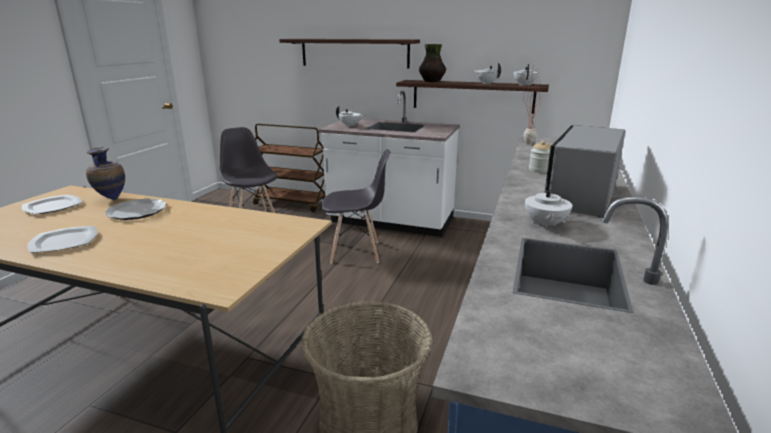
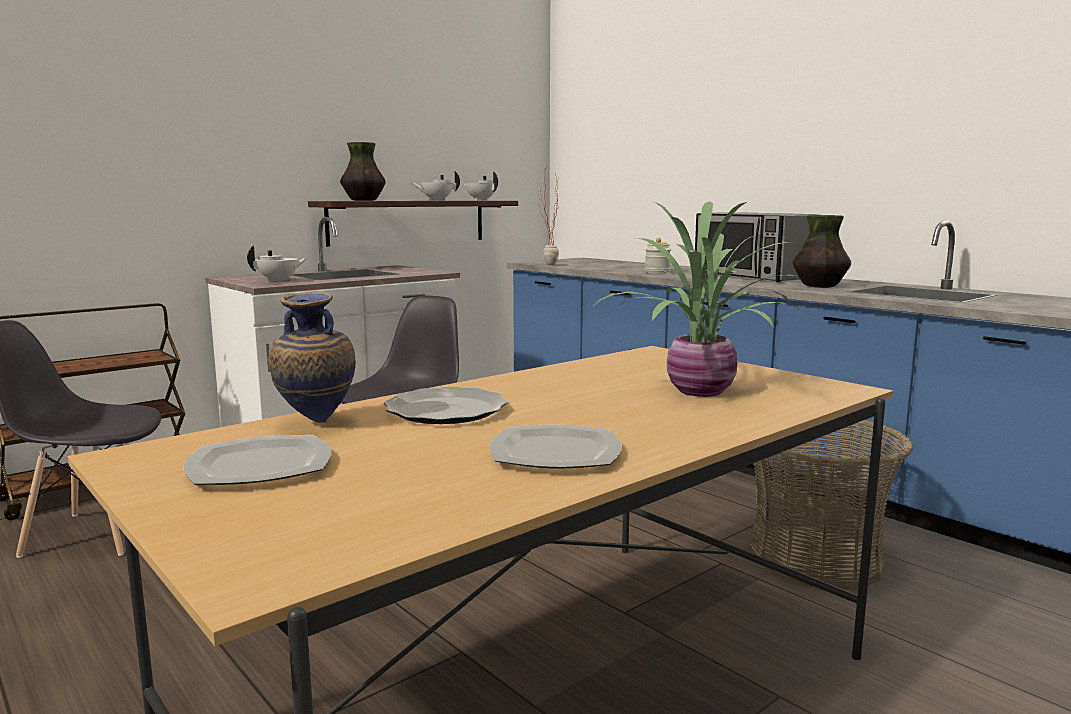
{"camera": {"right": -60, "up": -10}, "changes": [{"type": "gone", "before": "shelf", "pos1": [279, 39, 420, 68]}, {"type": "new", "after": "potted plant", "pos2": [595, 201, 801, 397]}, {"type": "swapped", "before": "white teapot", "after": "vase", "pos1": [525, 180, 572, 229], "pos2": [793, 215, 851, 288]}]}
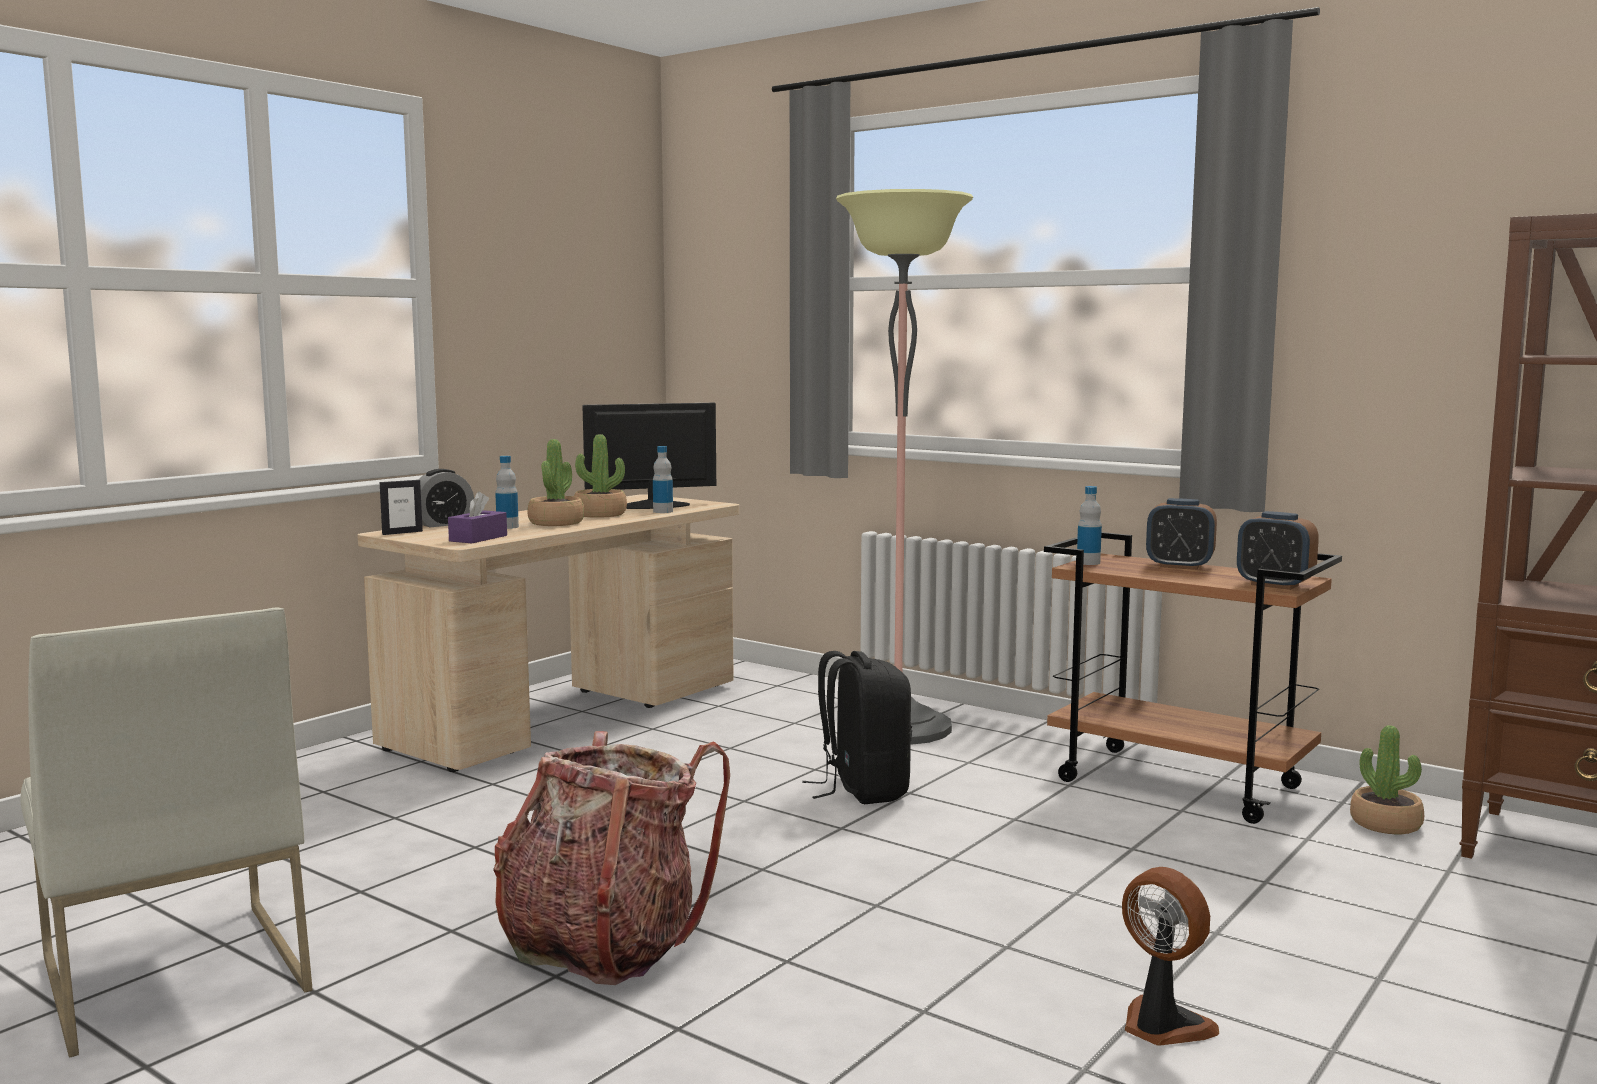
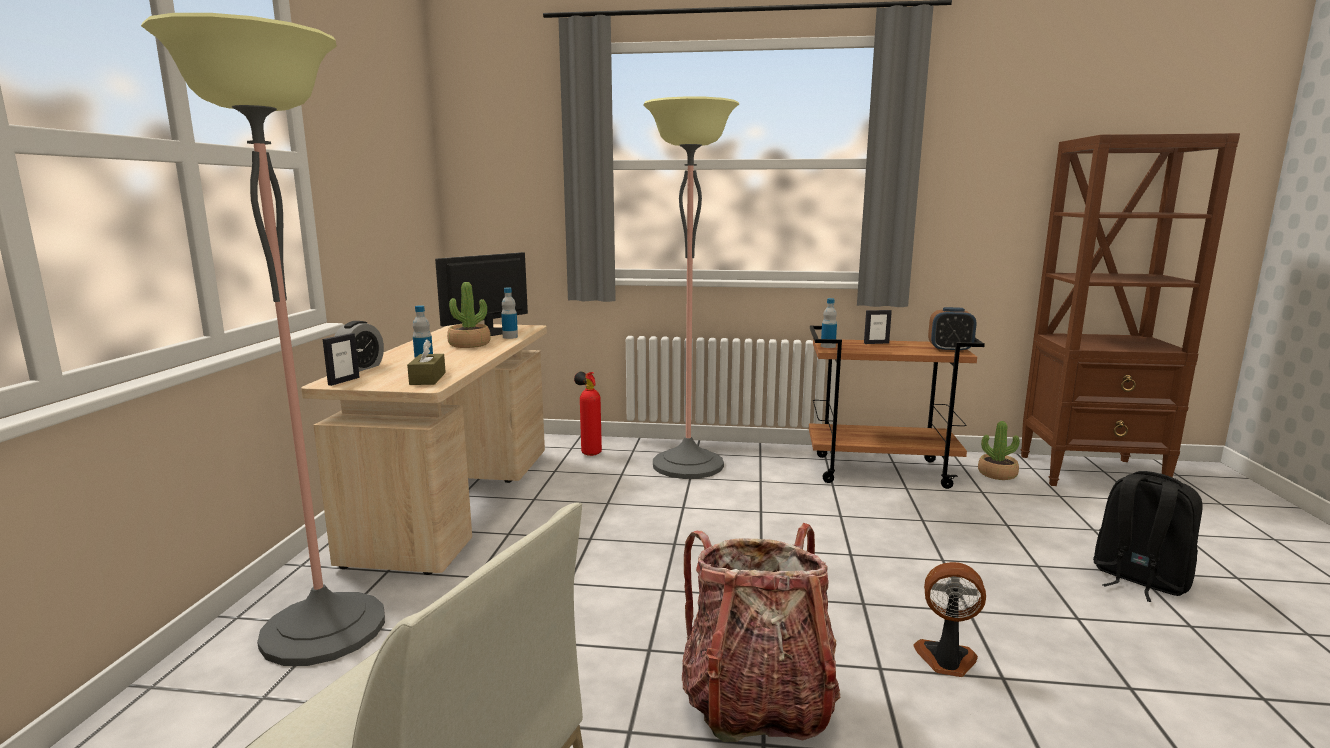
{"camera": {"right": -30, "up": 5}, "changes": [{"type": "gone", "before": "potted plant", "pos1": [527, 439, 585, 526]}, {"type": "new", "after": "floor lamp", "pos2": [141, 13, 385, 666]}, {"type": "new", "after": "fire extinguisher", "pos2": [574, 371, 602, 456]}, {"type": "shifted", "before": "black backpack", "pos1": [802, 651, 912, 804], "pos2": [1093, 471, 1203, 602]}, {"type": "shifted", "before": "fan", "pos1": [1122, 867, 1219, 1045], "pos2": [913, 562, 986, 677]}, {"type": "swapped", "before": "alarm clock", "after": "picture frame", "pos1": [1146, 498, 1217, 570], "pos2": [864, 310, 892, 344]}, {"type": "repainted", "before": "purple tissue box", "after": "brown tissue box", "pos1": [448, 491, 507, 543], "pos2": [407, 339, 446, 385]}]}
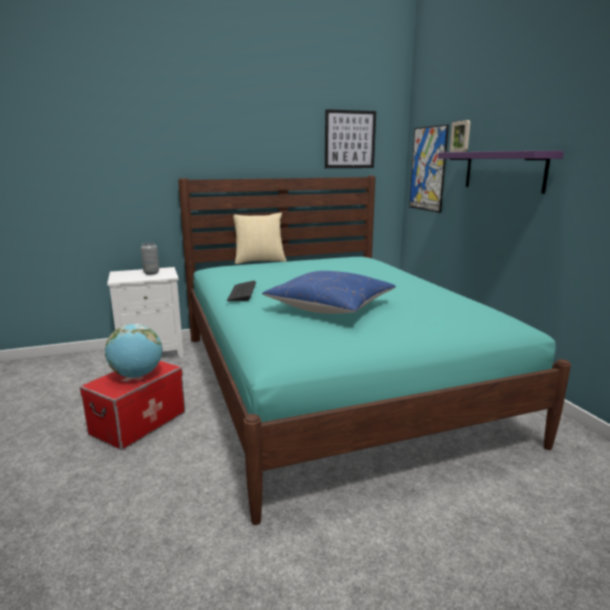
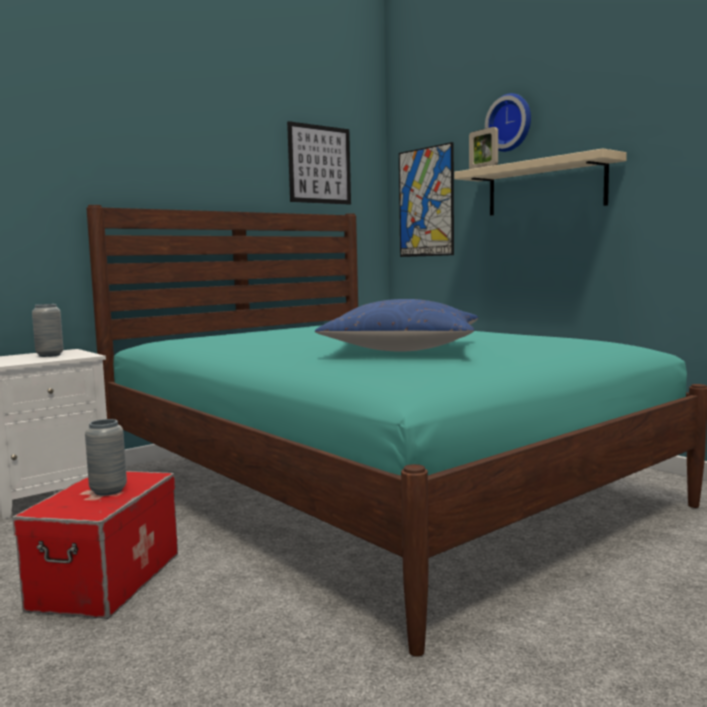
{"camera": {"right": -20, "up": -10}, "changes": [{"type": "gone", "before": "keyboard", "pos1": [227, 281, 256, 301]}, {"type": "gone", "before": "pillow", "pos1": [233, 212, 287, 264]}, {"type": "new", "after": "wall clock", "pos2": [485, 93, 531, 152]}, {"type": "swapped", "before": "globe", "after": "grey vase", "pos1": [105, 324, 163, 378], "pos2": [85, 419, 127, 495]}, {"type": "repainted", "before": "purple shelf", "after": "beige shelf", "pos1": [438, 151, 564, 194], "pos2": [454, 148, 627, 216]}]}
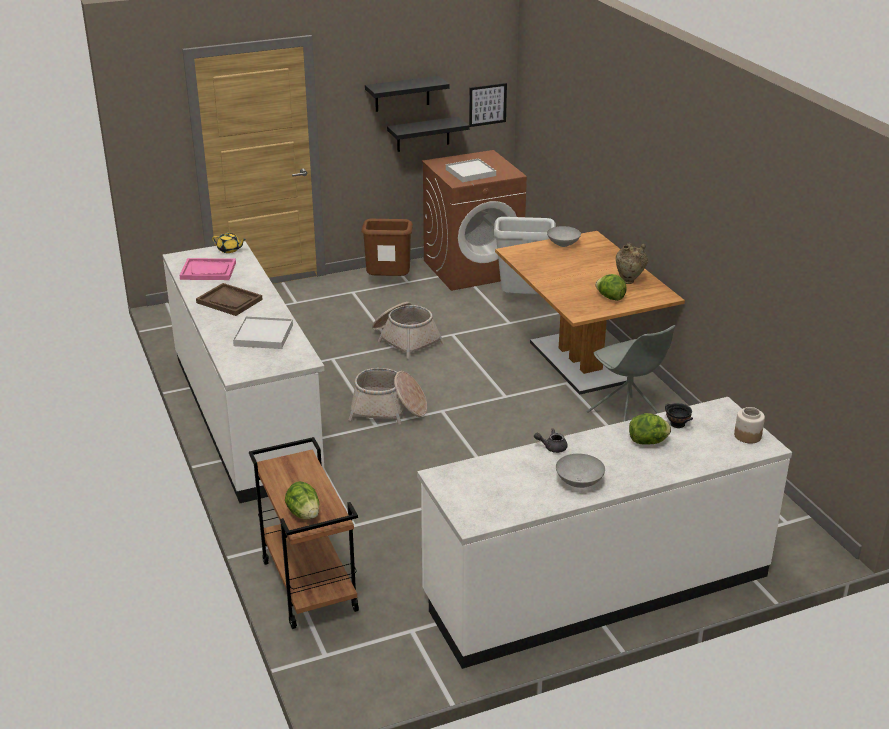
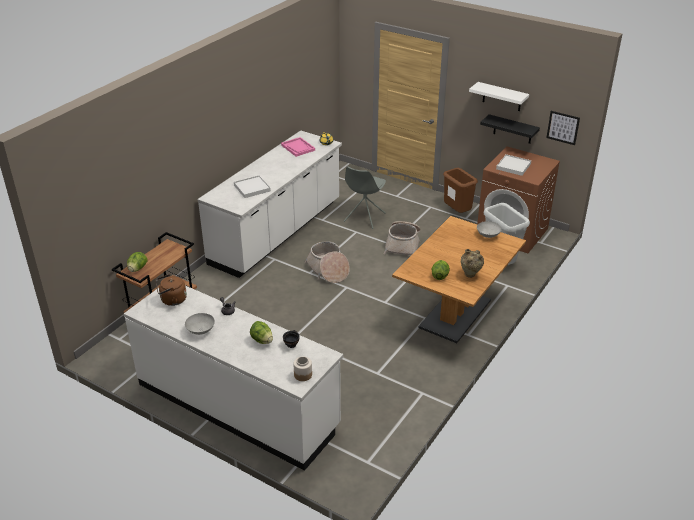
{"camera": {"right": 55, "up": 5}, "changes": [{"type": "gone", "before": "brown tray", "pos1": [196, 283, 263, 316]}, {"type": "new", "after": "brown kettle", "pos2": [155, 274, 187, 306]}, {"type": "shifted", "before": "grey chair", "pos1": [587, 325, 675, 422], "pos2": [344, 166, 386, 229]}, {"type": "repainted", "before": "black shelf", "after": "white shelf", "pos1": [365, 76, 450, 112], "pos2": [469, 82, 529, 111]}]}
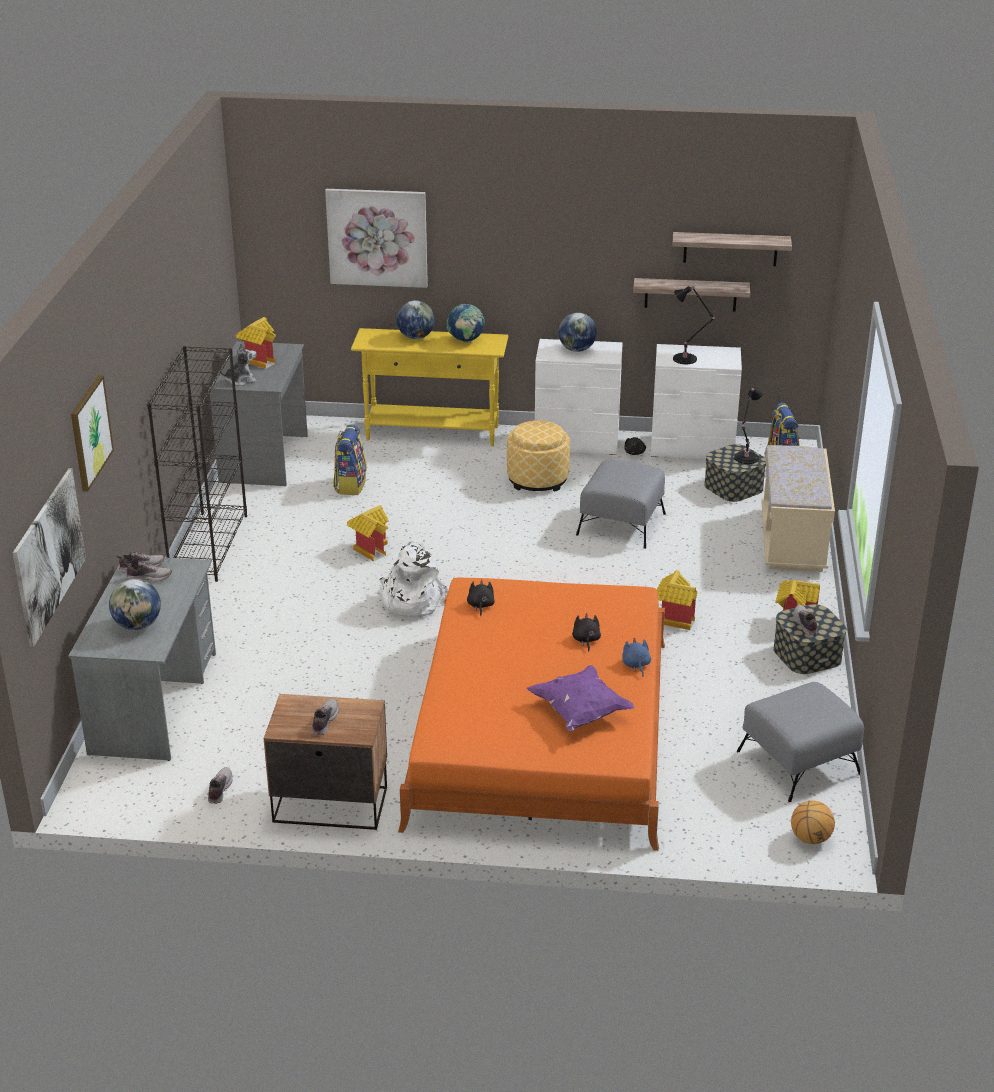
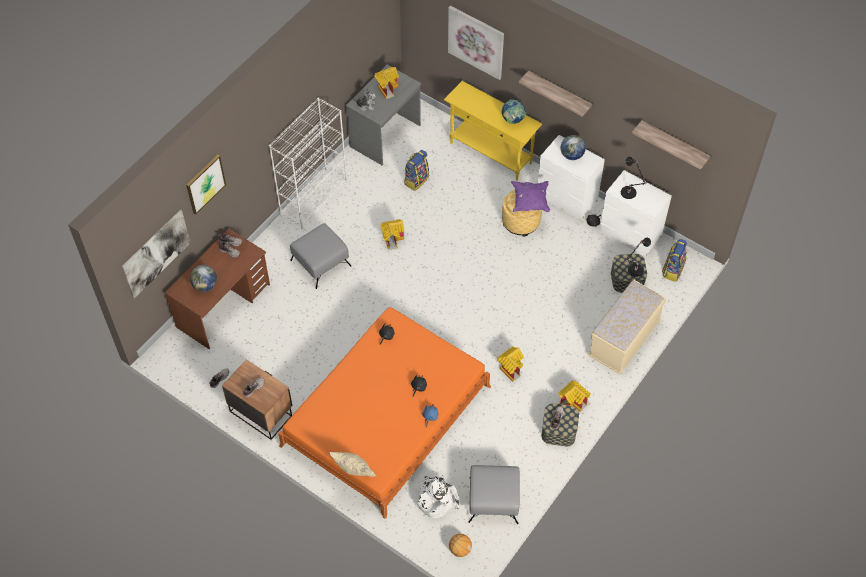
{"camera": {"right": 30, "up": 25}, "changes": [{"type": "gone", "before": "globe", "pos1": [397, 300, 435, 339]}, {"type": "new", "after": "beige pillow", "pos2": [329, 452, 376, 477]}, {"type": "shifted", "before": "white backpack", "pos1": [379, 540, 448, 617], "pos2": [415, 474, 460, 518]}, {"type": "shifted", "before": "purple pillow", "pos1": [526, 665, 634, 731], "pos2": [511, 181, 550, 212]}, {"type": "shifted", "before": "grey ottoman", "pos1": [576, 460, 666, 549], "pos2": [290, 223, 351, 289]}, {"type": "shifted", "before": "shelf", "pos1": [633, 278, 750, 312], "pos2": [519, 71, 592, 117]}, {"type": "repainted", "before": "grey desk", "after": "brown desk", "pos1": [68, 557, 216, 761], "pos2": [165, 228, 270, 349]}, {"type": "repainted", "before": "black bookcase", "after": "white bookcase", "pos1": [147, 346, 247, 582], "pos2": [269, 97, 347, 229]}]}
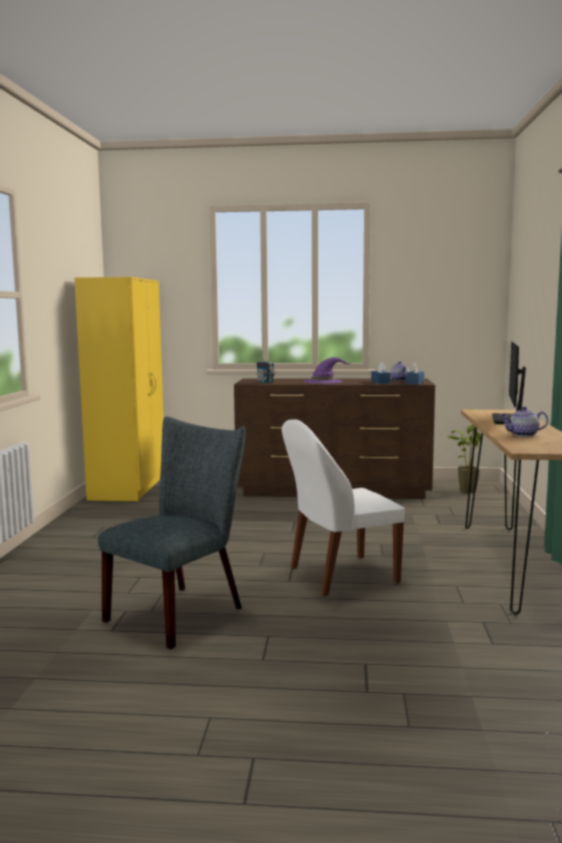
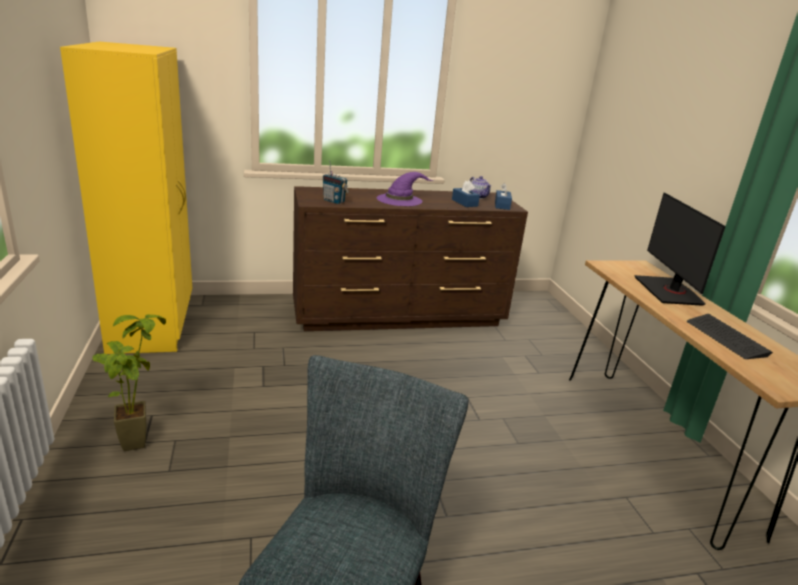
{"camera": {"right": -20, "up": 15}, "changes": [{"type": "gone", "before": "white chair", "pos1": [282, 419, 405, 596]}, {"type": "shifted", "before": "potted plant", "pos1": [447, 409, 481, 493], "pos2": [93, 314, 166, 451]}, {"type": "swapped", "before": "teapot", "after": "keyboard", "pos1": [500, 406, 548, 437], "pos2": [687, 314, 773, 359]}]}
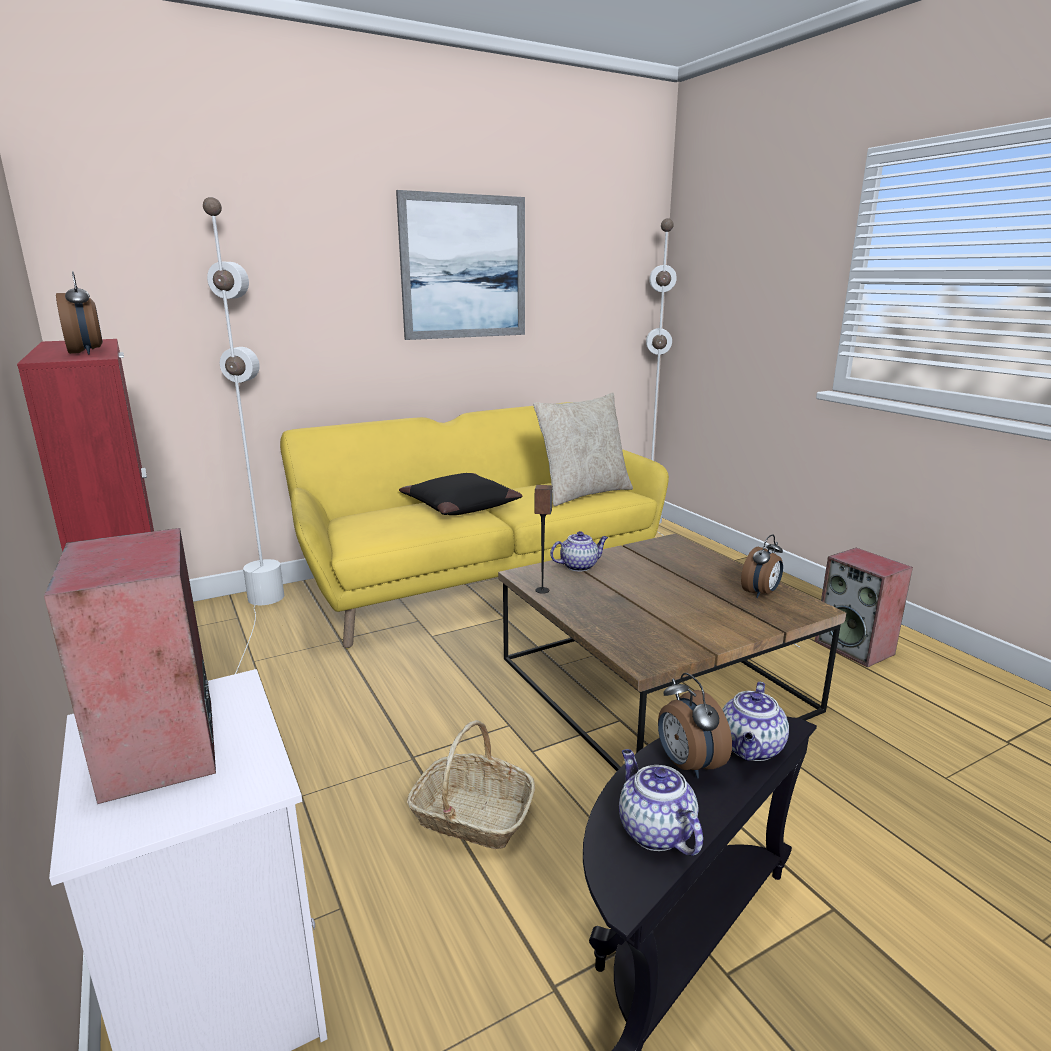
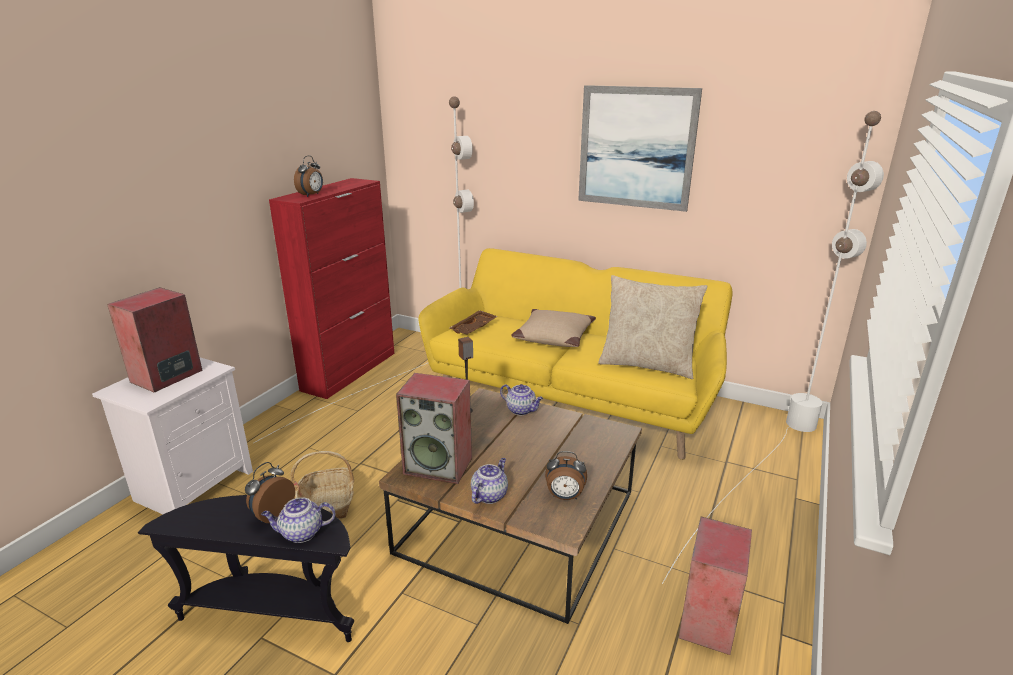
{"camera": {"right": 55, "up": 5}, "changes": [{"type": "new", "after": "speaker", "pos2": [396, 373, 472, 484]}, {"type": "new", "after": "brown tray", "pos2": [450, 310, 498, 335]}, {"type": "shifted", "before": "teapot", "pos1": [619, 749, 703, 856], "pos2": [471, 458, 508, 504]}, {"type": "repainted", "before": "black pillow", "after": "beige pillow", "pos1": [399, 473, 523, 515], "pos2": [511, 309, 596, 347]}]}
